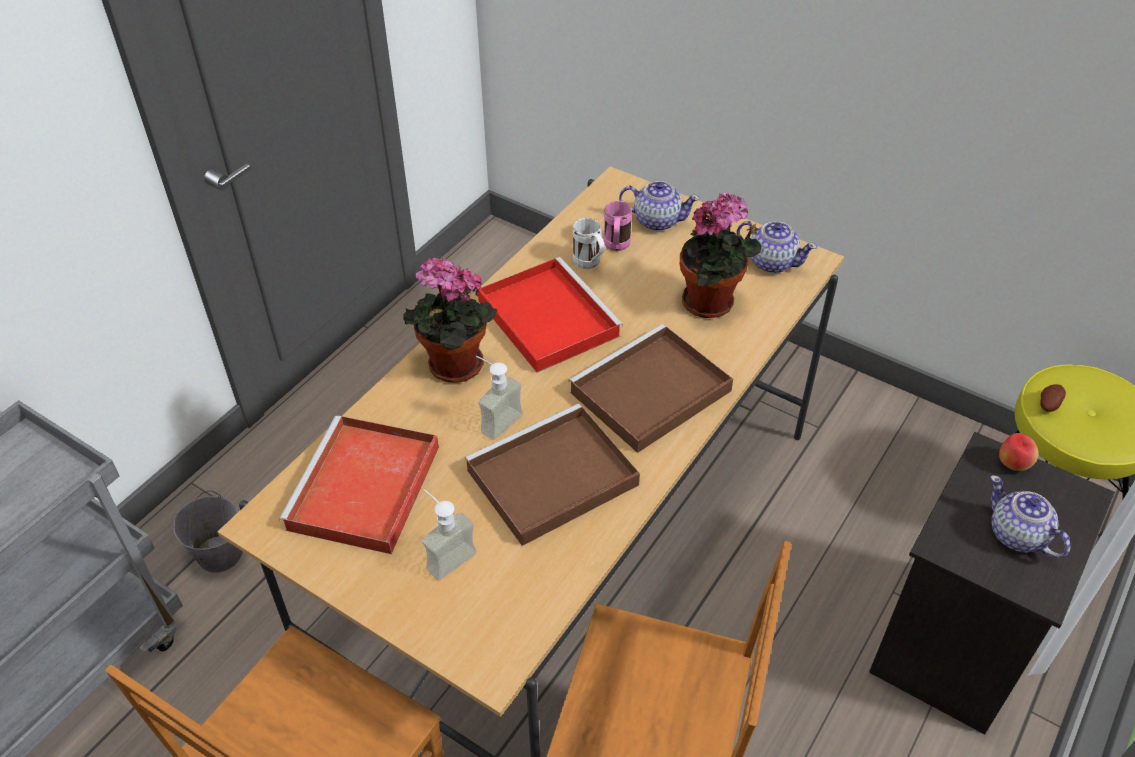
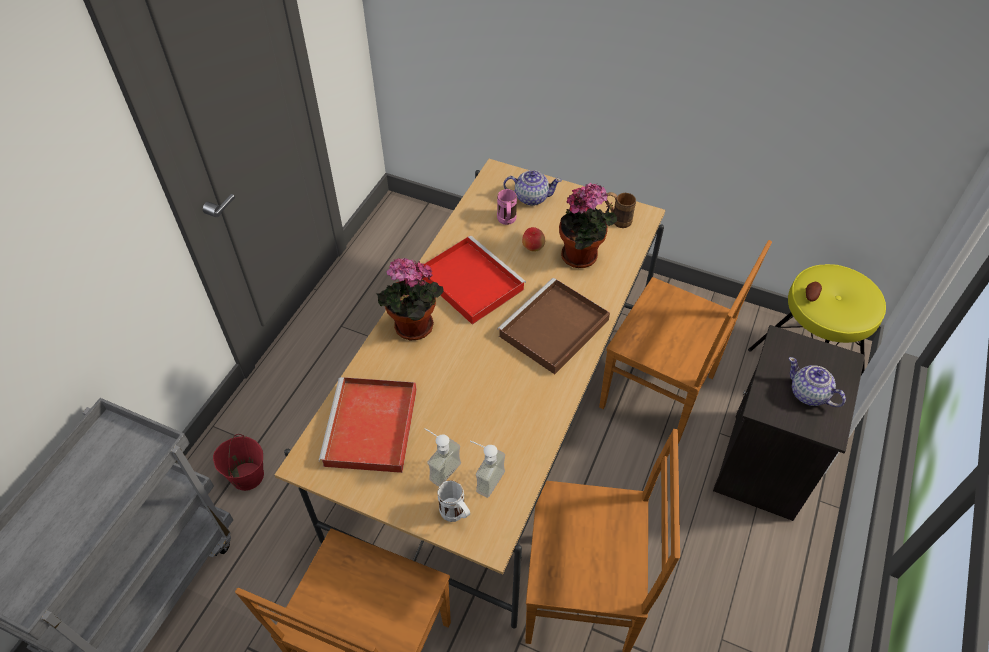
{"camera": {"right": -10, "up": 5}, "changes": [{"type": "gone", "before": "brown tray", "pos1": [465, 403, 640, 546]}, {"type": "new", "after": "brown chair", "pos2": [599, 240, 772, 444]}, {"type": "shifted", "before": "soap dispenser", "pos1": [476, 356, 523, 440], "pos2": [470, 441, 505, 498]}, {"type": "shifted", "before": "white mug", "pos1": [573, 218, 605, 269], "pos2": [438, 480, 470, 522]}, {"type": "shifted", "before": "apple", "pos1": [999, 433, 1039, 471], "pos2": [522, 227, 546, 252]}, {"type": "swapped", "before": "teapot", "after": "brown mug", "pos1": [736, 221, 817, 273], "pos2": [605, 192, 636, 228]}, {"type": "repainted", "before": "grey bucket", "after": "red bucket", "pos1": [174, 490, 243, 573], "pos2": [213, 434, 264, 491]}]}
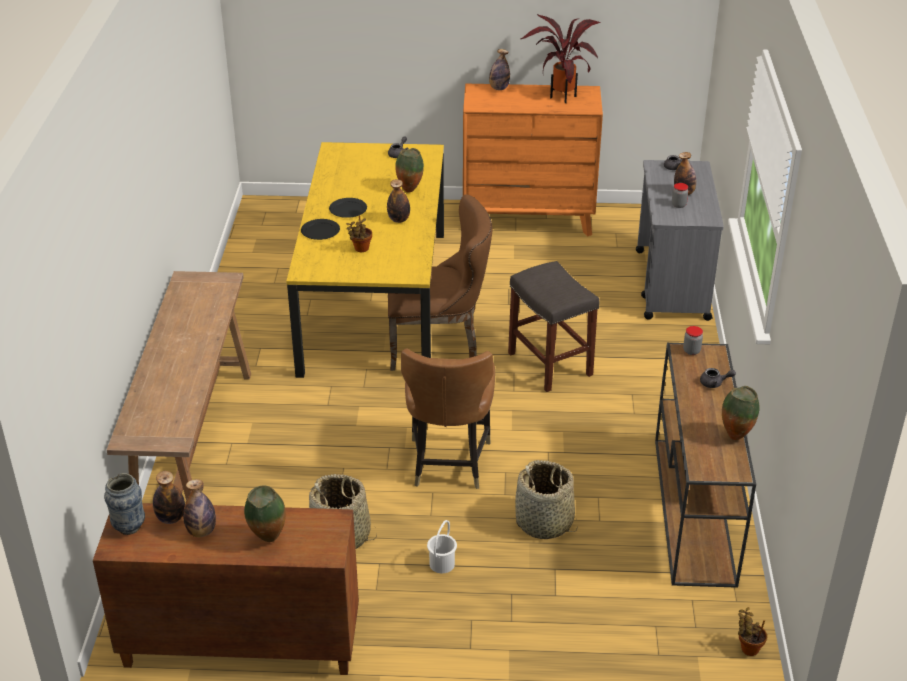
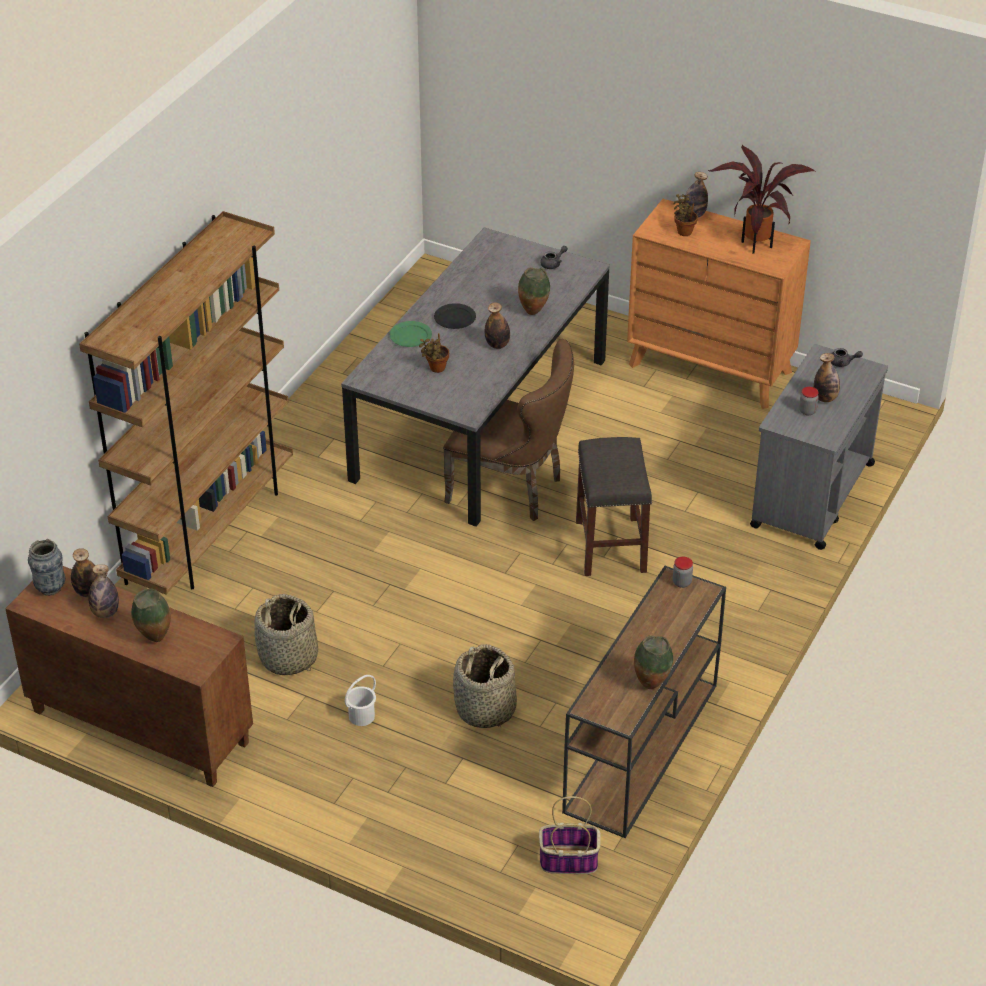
{"camera": {"right": 25, "up": 5}, "changes": [{"type": "gone", "before": "brown chair", "pos1": [401, 349, 495, 489]}, {"type": "gone", "before": "grey teapot", "pos1": [700, 368, 736, 388]}, {"type": "new", "after": "basket", "pos2": [539, 796, 600, 874]}, {"type": "shifted", "before": "potted plant", "pos1": [738, 607, 767, 656], "pos2": [673, 194, 698, 236]}, {"type": "swapped", "before": "brown console table", "after": "brown bookcase", "pos1": [107, 271, 251, 501], "pos2": [79, 211, 293, 595]}, {"type": "repainted", "before": "yellow dining table", "after": "grey dining table", "pos1": [286, 142, 444, 378], "pos2": [341, 227, 610, 527]}, {"type": "repainted", "before": "black plate", "after": "green plate", "pos1": [301, 219, 340, 240], "pos2": [390, 321, 432, 347]}]}
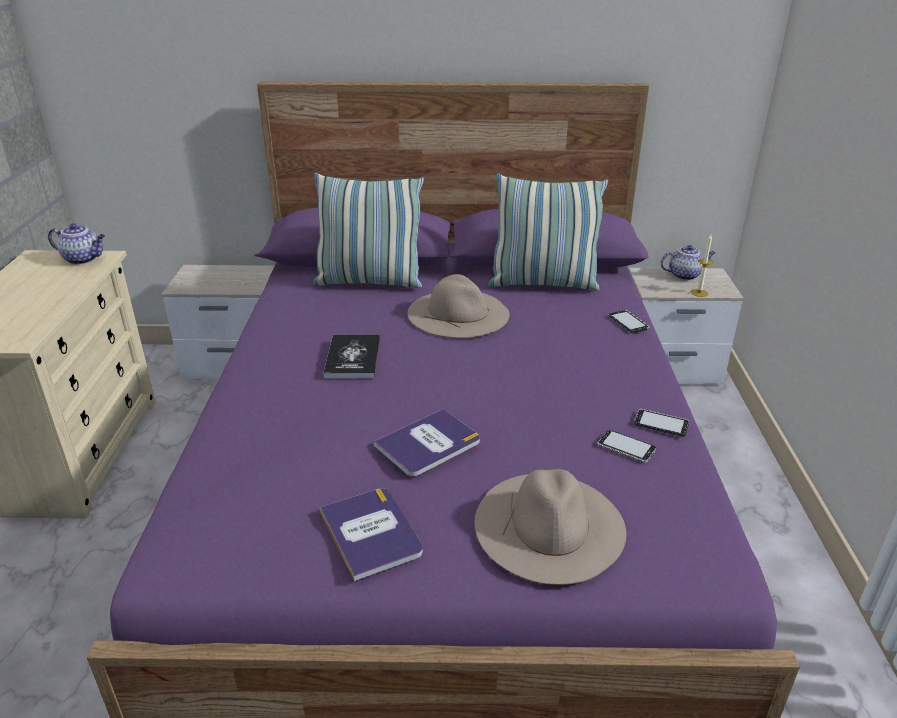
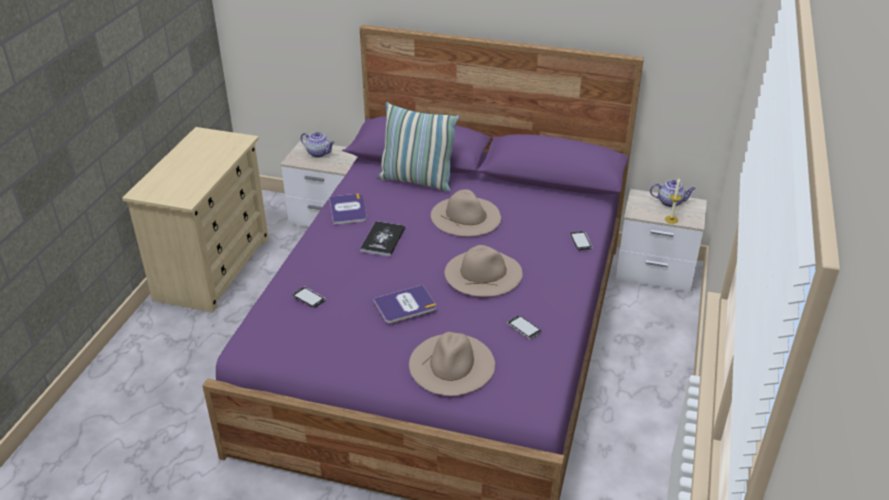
{"camera": {"right": 15, "up": 5}, "changes": [{"type": "gone", "before": "pillow", "pos1": [488, 174, 608, 291]}, {"type": "new", "after": "beige hat", "pos2": [445, 245, 522, 297]}, {"type": "shifted", "before": "teapot", "pos1": [48, 223, 105, 265], "pos2": [301, 132, 335, 157]}, {"type": "shifted", "before": "book", "pos1": [320, 488, 423, 581], "pos2": [329, 194, 367, 225]}, {"type": "shifted", "before": "phone", "pos1": [634, 409, 689, 437], "pos2": [292, 286, 326, 308]}]}
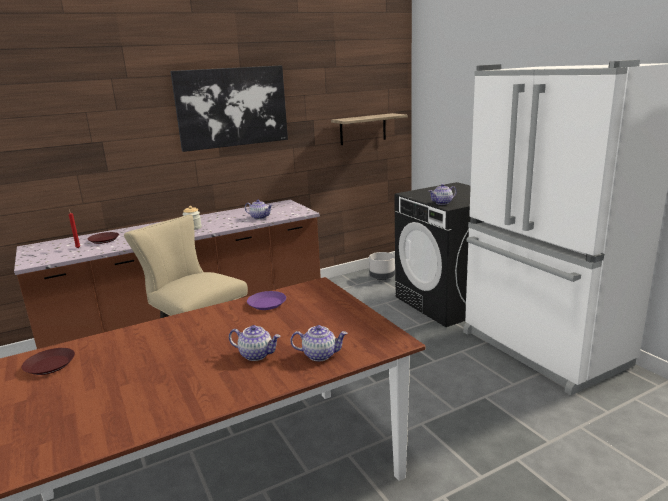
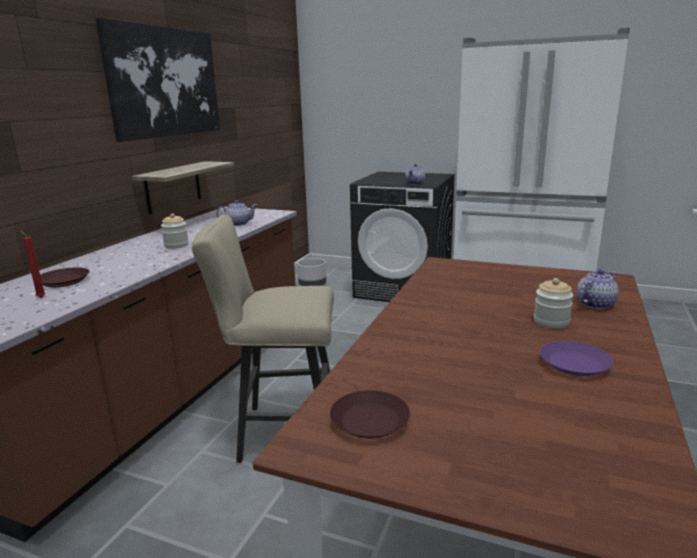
{"camera": {"right": -40, "up": 0}, "changes": [{"type": "shifted", "before": "purple plate", "pos1": [247, 291, 286, 310], "pos2": [540, 341, 613, 376]}, {"type": "shifted", "before": "shelf", "pos1": [331, 113, 407, 145], "pos2": [131, 161, 234, 214]}, {"type": "swapped", "before": "teapot", "after": "jar", "pos1": [229, 325, 281, 361], "pos2": [534, 278, 573, 329]}]}
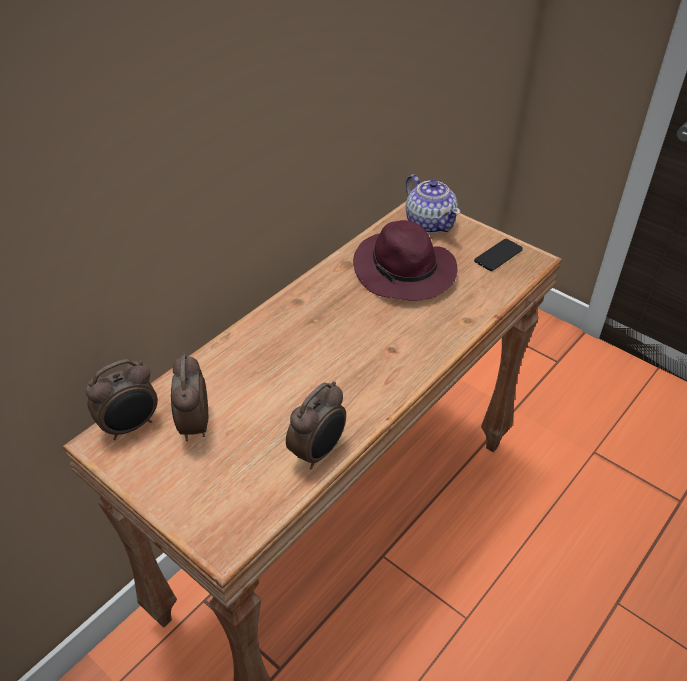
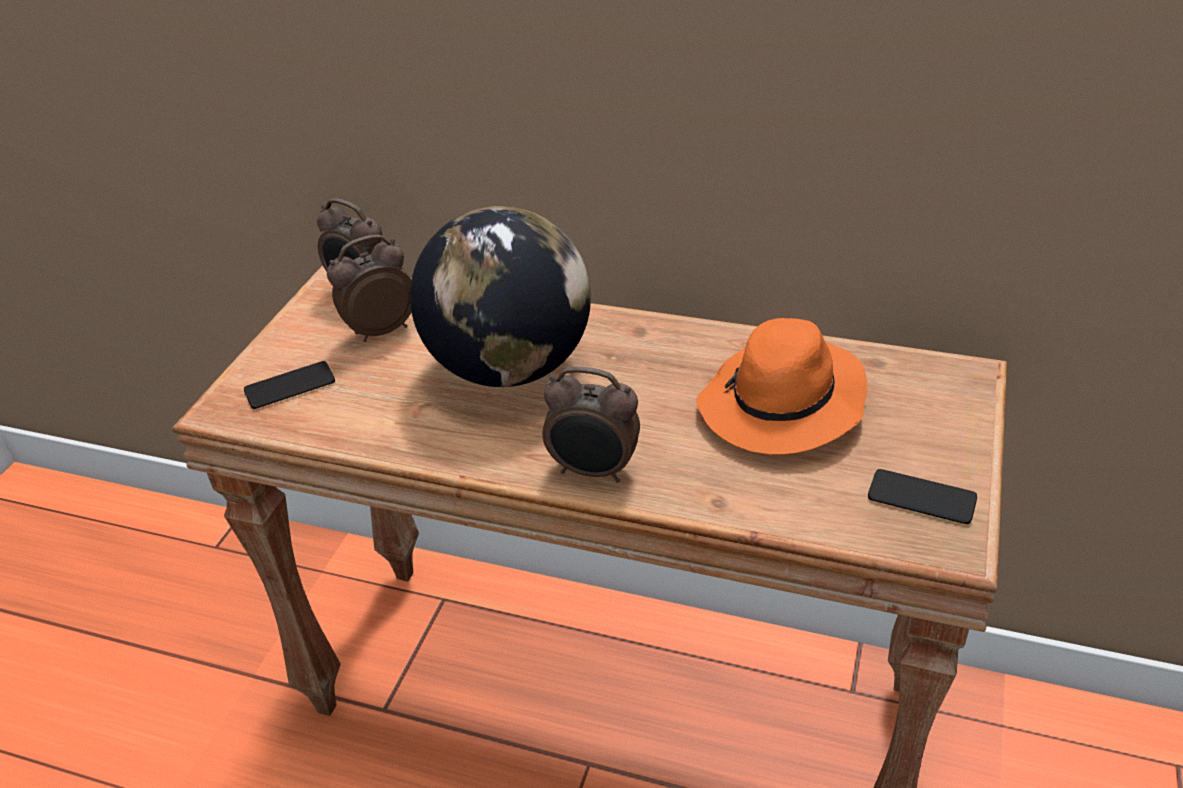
{"camera": {"right": 70, "up": -5}, "changes": [{"type": "gone", "before": "teapot", "pos1": [406, 174, 461, 234]}, {"type": "new", "after": "phone", "pos2": [244, 361, 335, 409]}, {"type": "new", "after": "globe", "pos2": [410, 206, 591, 387]}, {"type": "shifted", "before": "alarm clock", "pos1": [286, 381, 346, 469], "pos2": [542, 366, 640, 482]}, {"type": "repainted", "before": "purple hat", "after": "orange hat", "pos1": [353, 220, 457, 301], "pos2": [696, 318, 867, 455]}]}
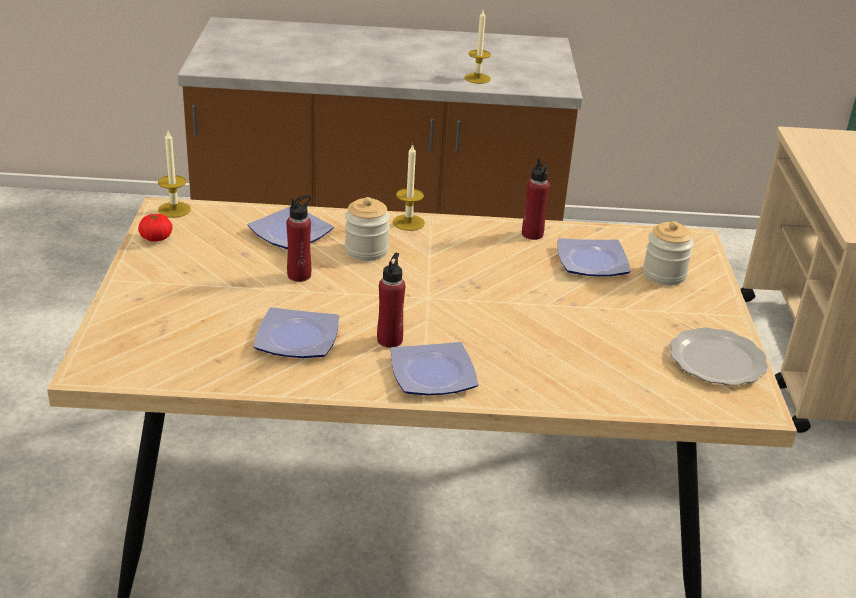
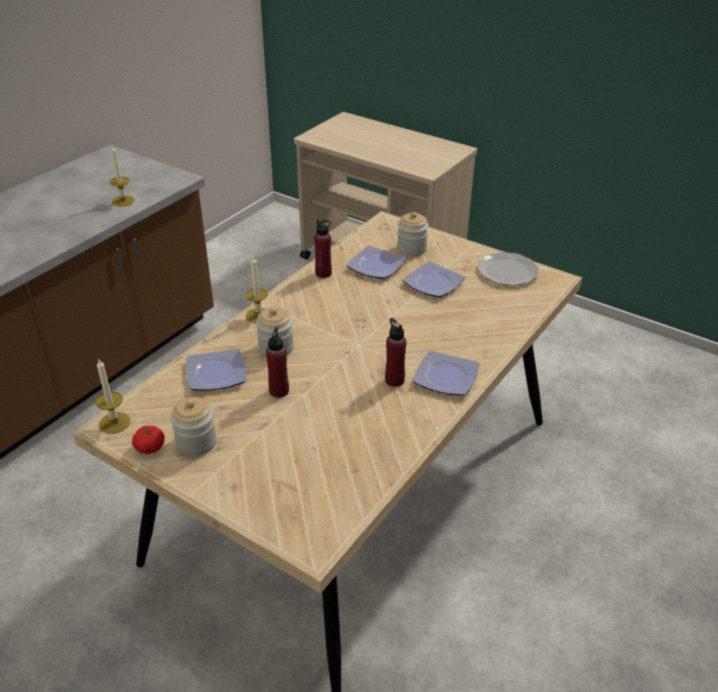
{"camera": {"right": -55, "up": 5}, "changes": [{"type": "new", "after": "jar", "pos2": [171, 397, 217, 456]}, {"type": "shifted", "before": "plate", "pos1": [254, 307, 339, 358], "pos2": [402, 261, 465, 297]}]}
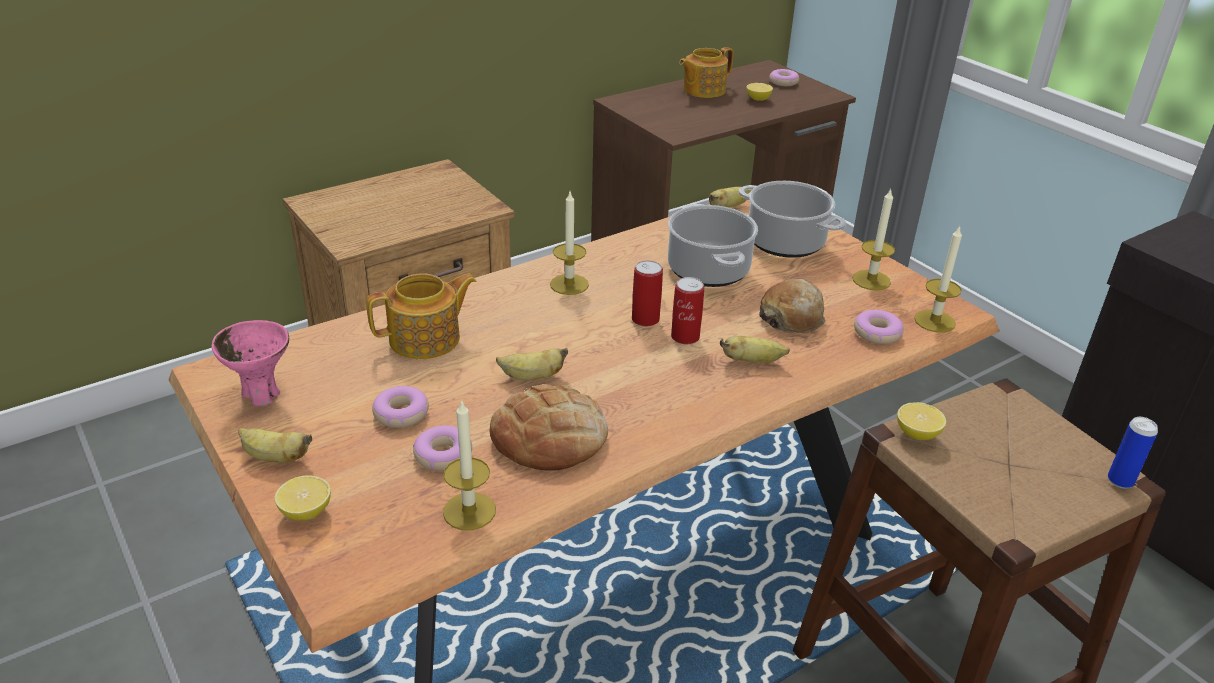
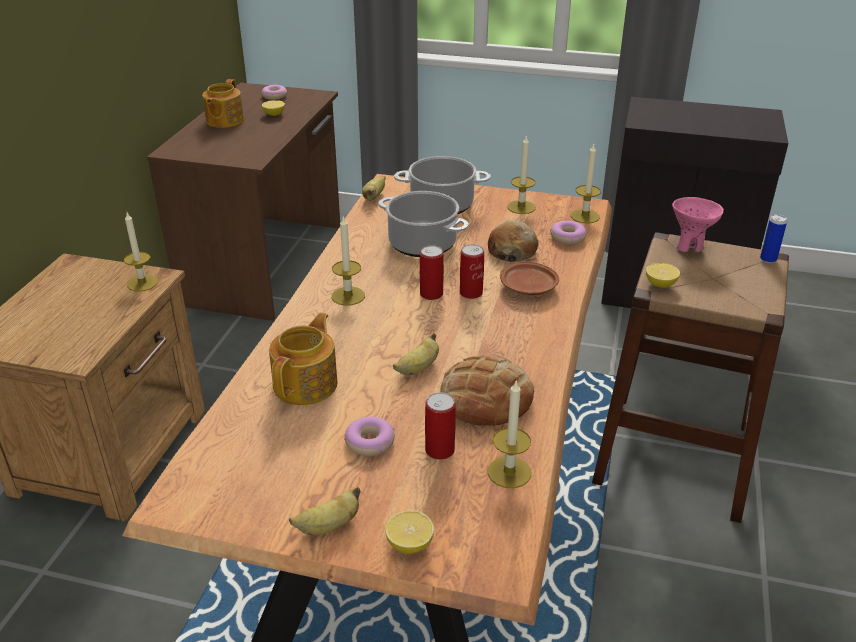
{"camera": {"right": -40, "up": 0}, "changes": [{"type": "new", "after": "candle", "pos2": [124, 213, 158, 292]}, {"type": "shifted", "before": "pink bowl", "pos1": [212, 320, 289, 406], "pos2": [672, 197, 724, 252]}, {"type": "swapped", "before": "donut", "after": "can", "pos1": [413, 425, 472, 471], "pos2": [425, 392, 456, 460]}, {"type": "swapped", "before": "banana", "after": "brown plate", "pos1": [720, 336, 790, 363], "pos2": [500, 261, 559, 295]}]}
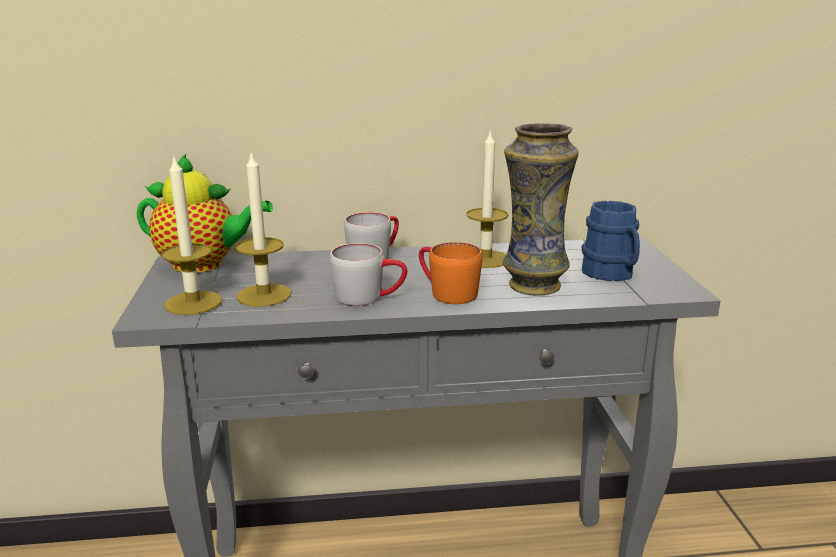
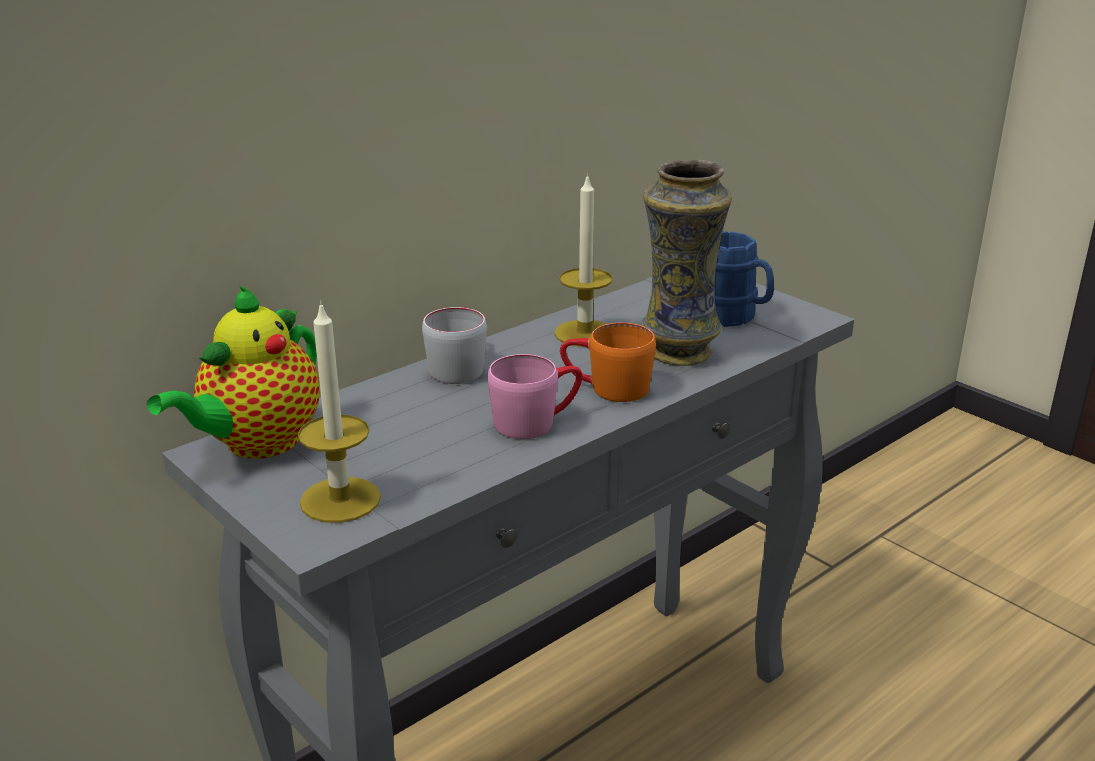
{"camera": {"right": -35, "up": 5}, "changes": [{"type": "gone", "before": "candle", "pos1": [236, 150, 291, 307]}, {"type": "repainted", "before": "grey mug", "after": "pink mug", "pos1": [330, 243, 407, 306], "pos2": [487, 354, 583, 439]}, {"type": "rotated", "before": "teapot", "pos1": [137, 154, 273, 273], "pos2": [147, 286, 320, 459], "turn": 150}]}
